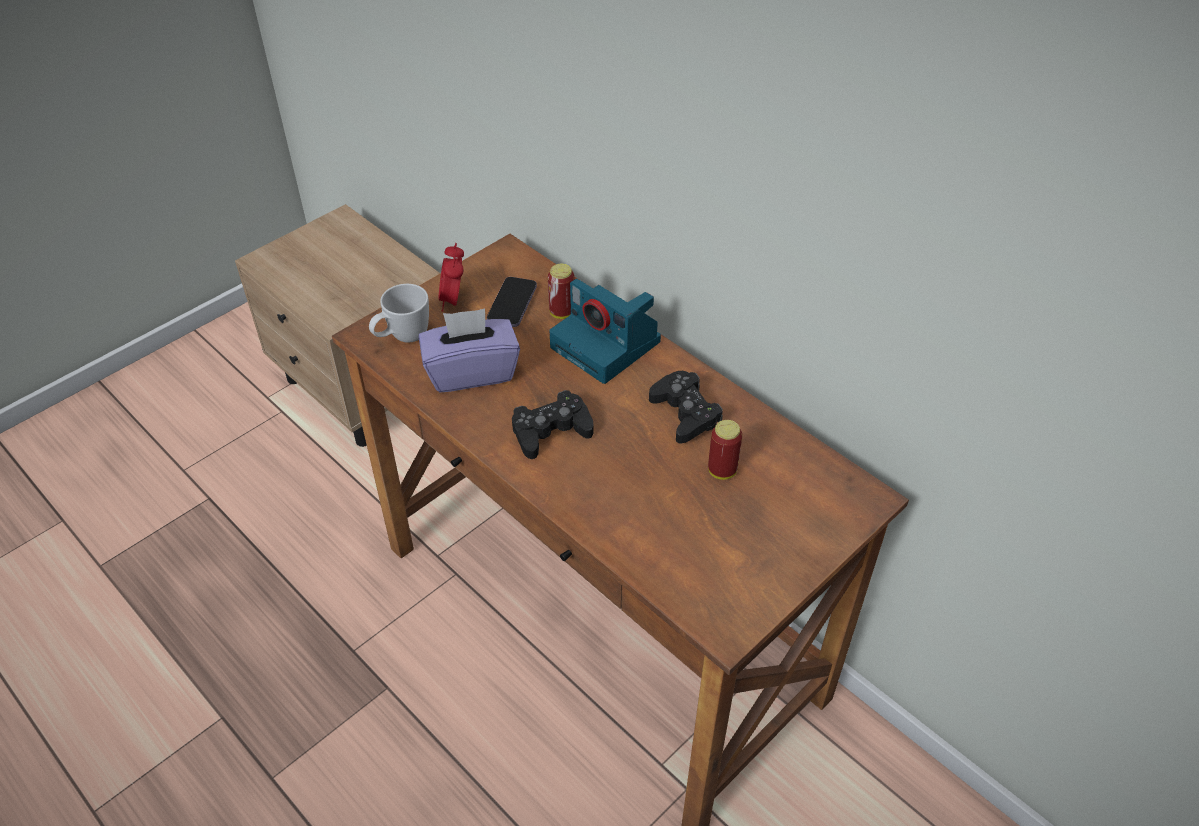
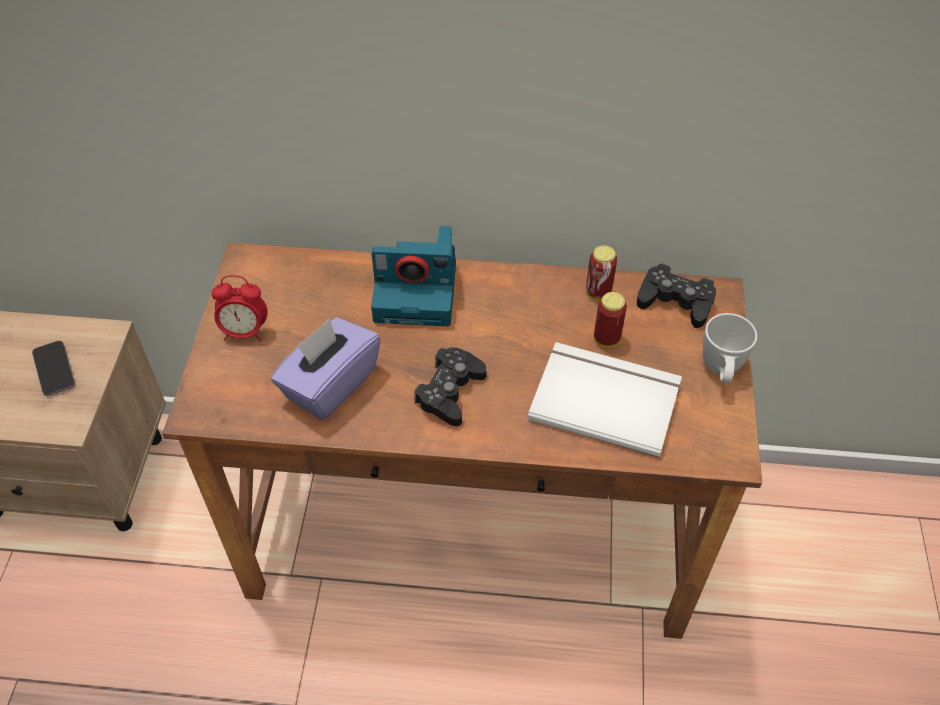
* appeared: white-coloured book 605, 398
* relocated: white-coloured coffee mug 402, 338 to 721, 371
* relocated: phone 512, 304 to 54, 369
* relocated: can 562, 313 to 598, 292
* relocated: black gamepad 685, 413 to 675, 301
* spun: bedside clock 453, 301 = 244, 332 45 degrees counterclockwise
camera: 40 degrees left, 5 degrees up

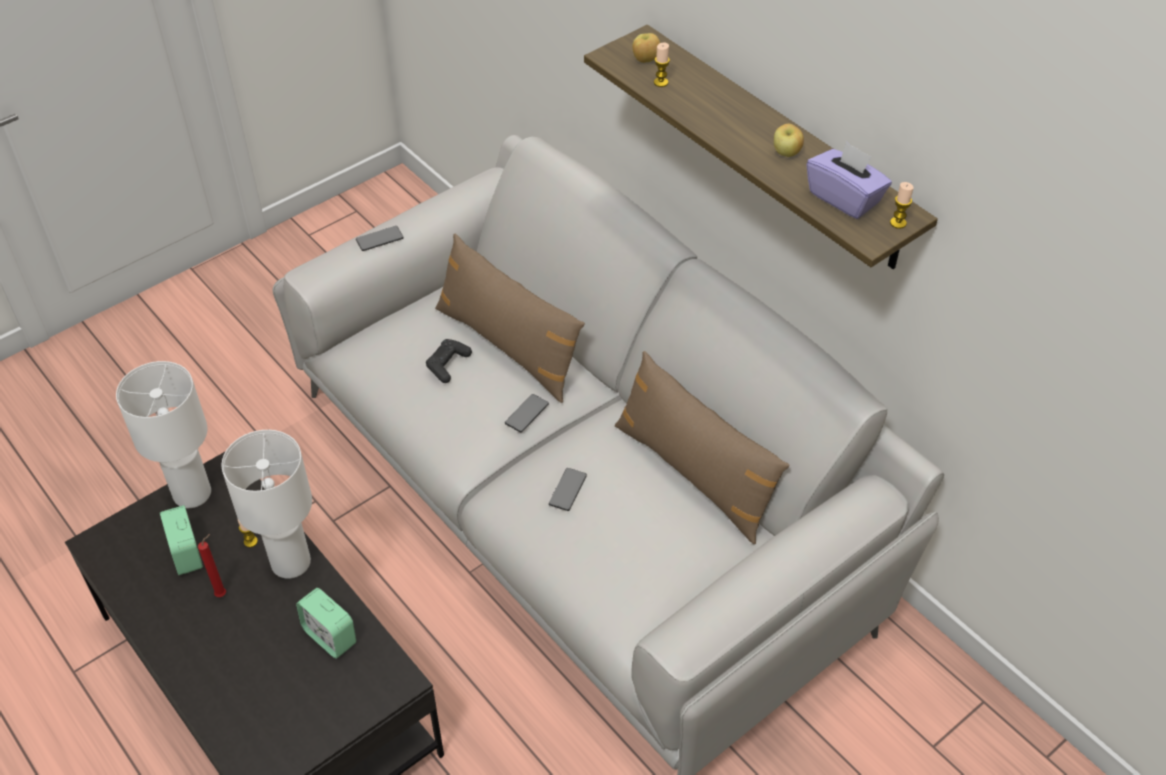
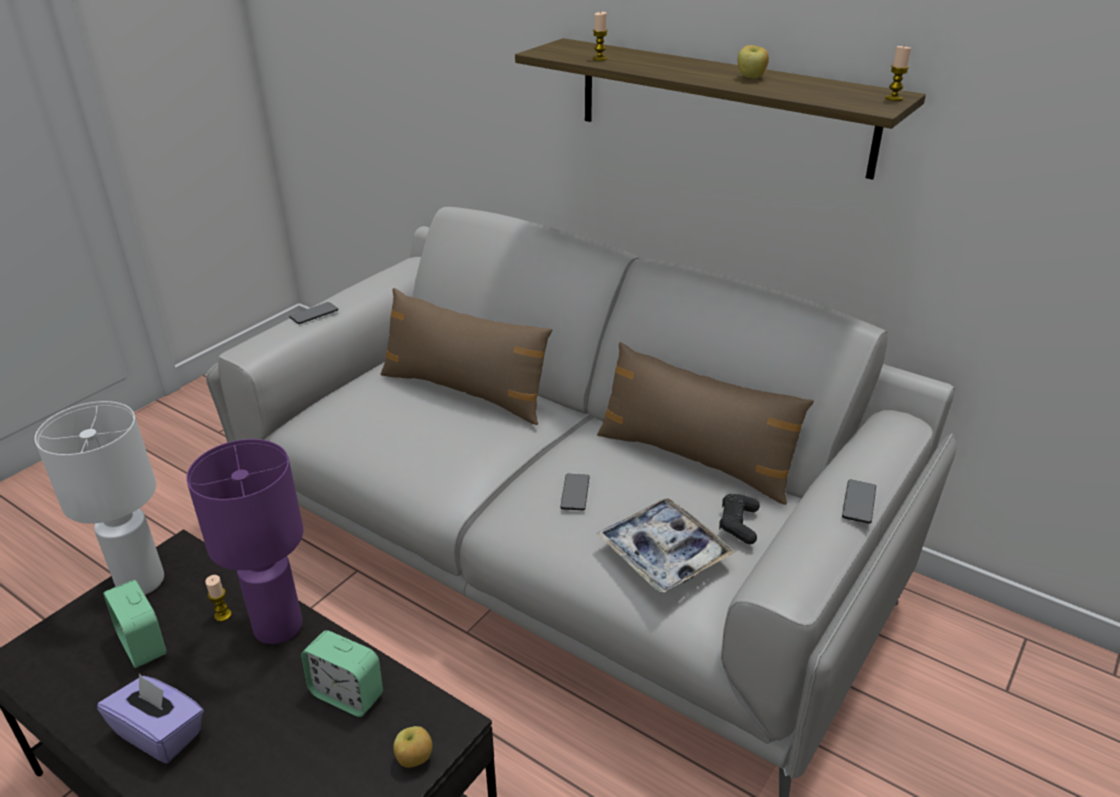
* missing: red wax light 223, 594
* appeared: tray 663, 553
* relocated: black gamepad 448, 364 to 738, 524
* relocated: phone 526, 414 to 859, 502
* relocated: apple fruit 645, 60 to 414, 760
* relocated: purple-coloured tissue box 844, 198 to 160, 733
* colour: white-coloured lamp for a table 290, 562 to purple-coloured lamp for a table 277, 626
camera: 15 degrees left, 15 degrees down

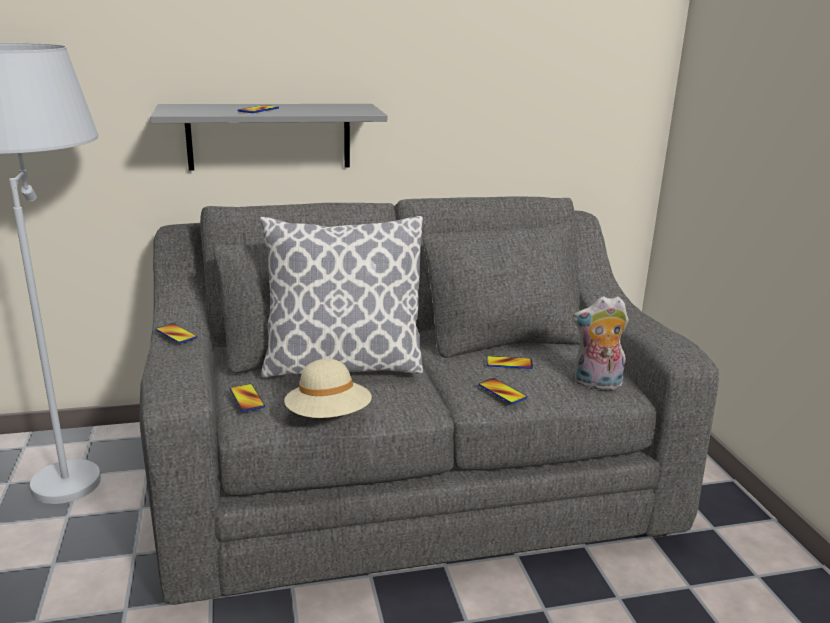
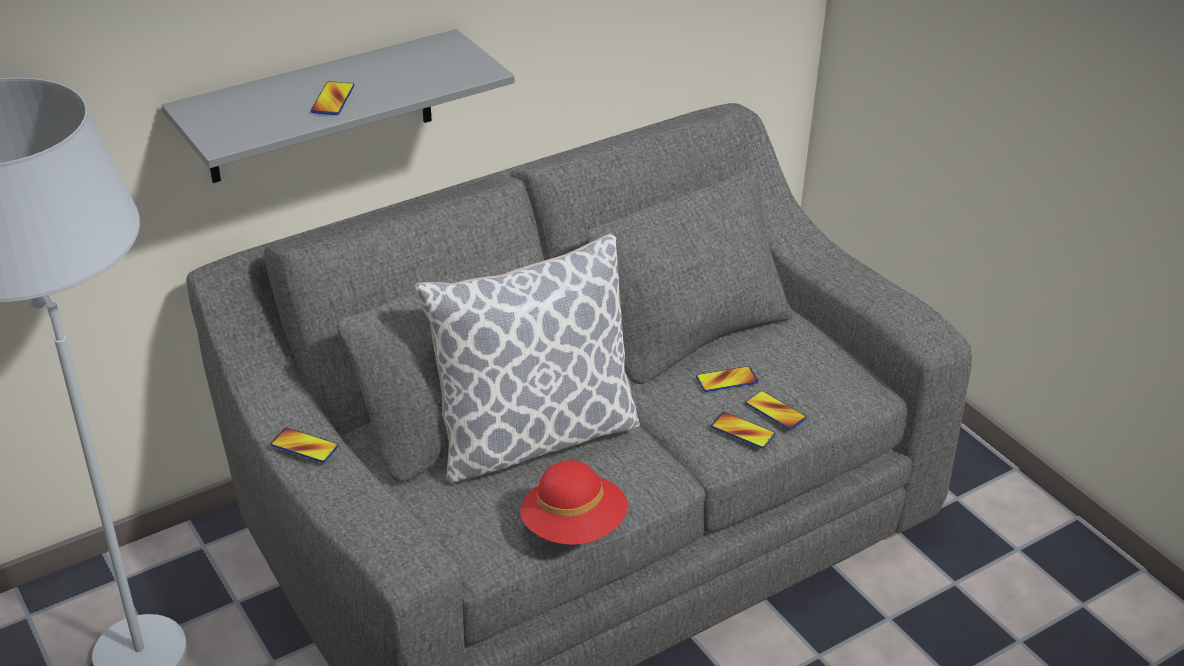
* missing: cuddly toy 596, 384
* relocated: phone 247, 398 to 775, 411
* colour: sand-coloured clothing hat 328, 417 to red clothing hat 574, 527
camera: 20 degrees left, 15 degrees up

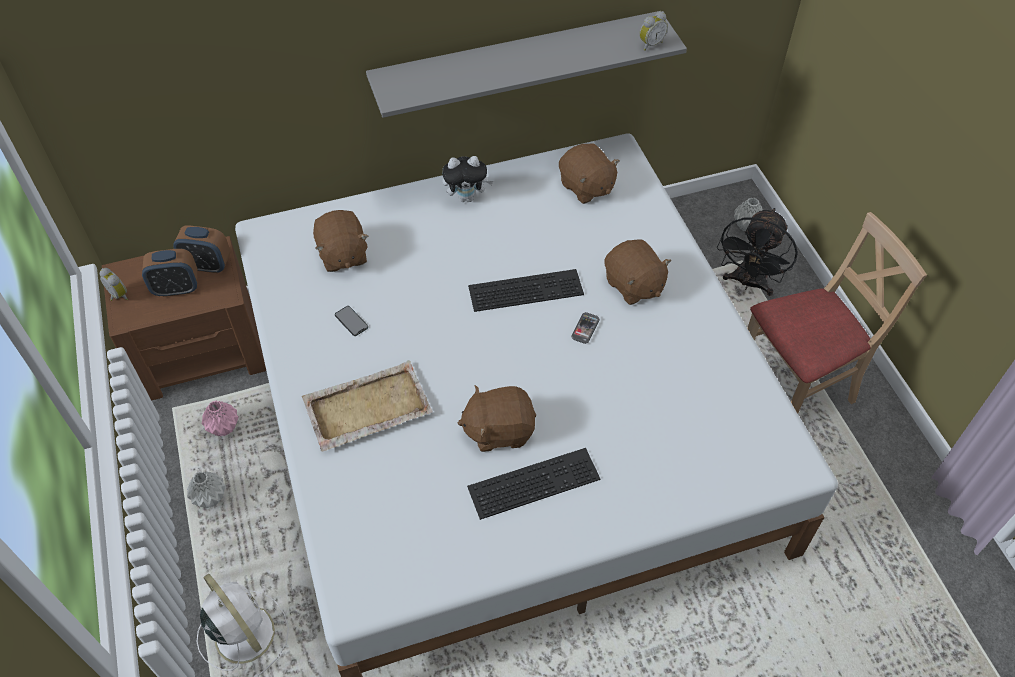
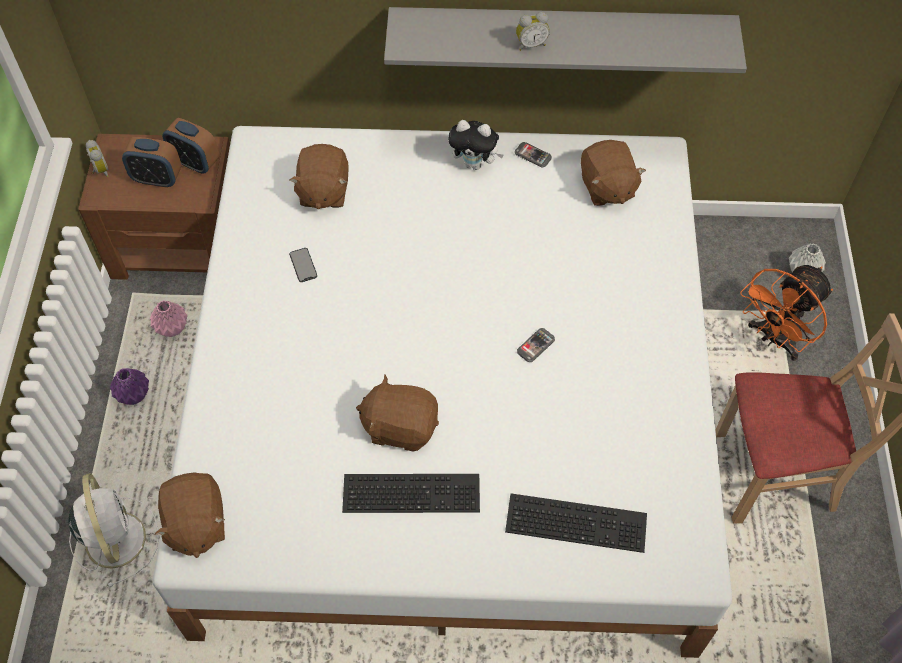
* missing: sand-coloured tray 366, 408
* appeared: phone 533, 155
* relocated: keyboard 526, 288 to 578, 520
* relocated: brown cuddly toy 633, 285 to 196, 524
* relocated: bedside clock 650, 44 to 531, 44
* colour: greyish decorative vase 210, 497 to purple-coloured decorative vase 134, 395
* colour: black fan 748, 283 to orange fan 774, 339
camera: 20 degrees right, 5 degrees up

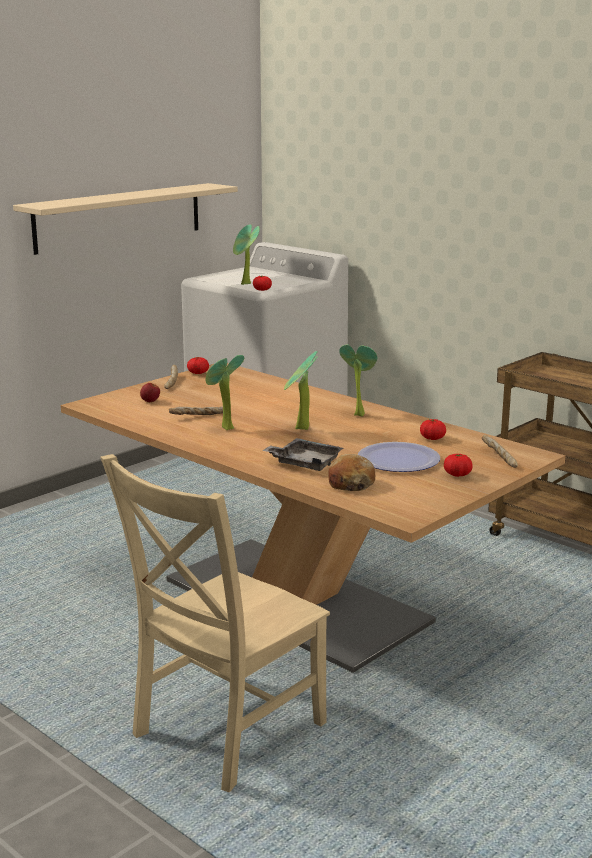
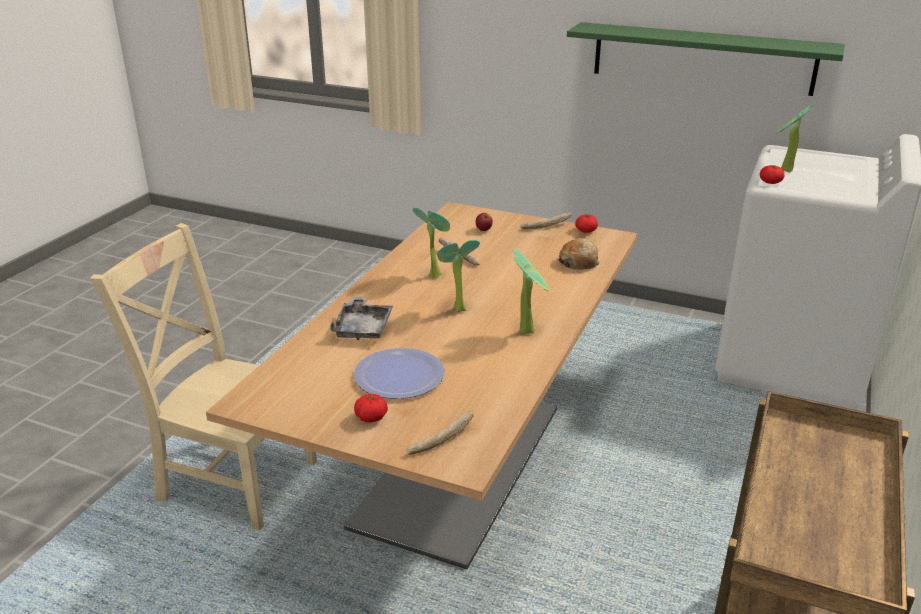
* missing: tomato 432, 438
* relocated: bread 350, 483 to 579, 262
* colour: sand-coloured bracket shelf 119, 217 to green bracket shelf 702, 58
camera: 70 degrees right, 10 degrees up

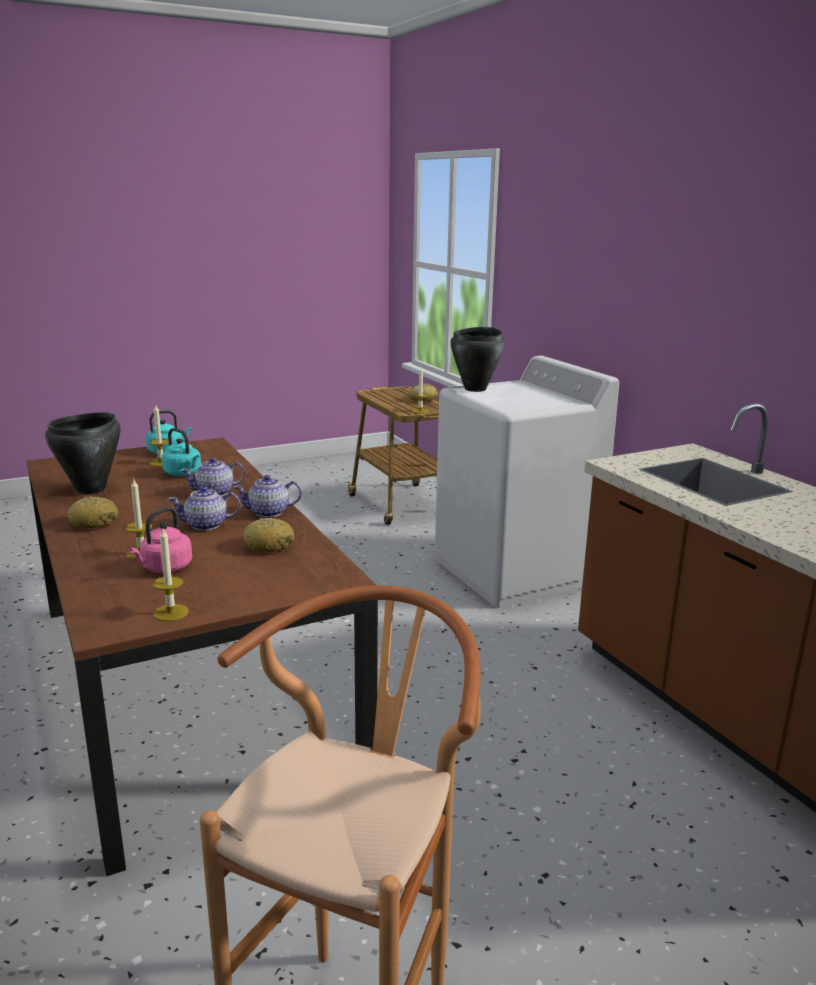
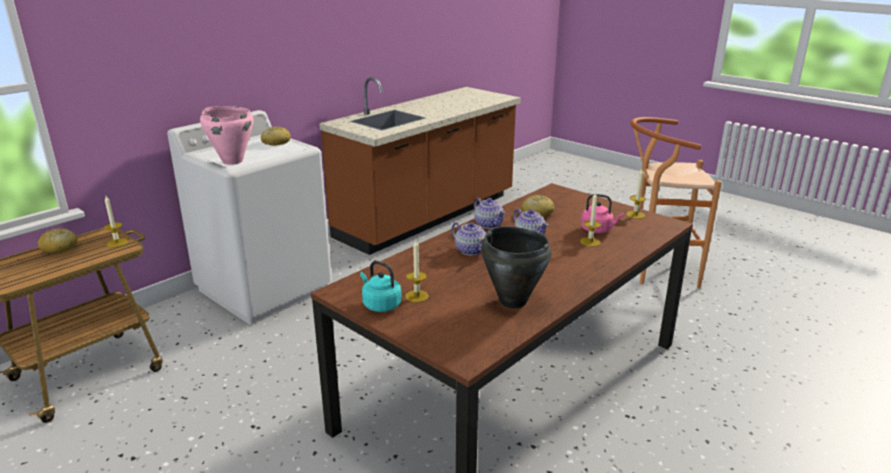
* missing: turquoise tea kettle 184, 473
* relocated: bread 94, 522 to 276, 142
* colour: black cooking pot 476, 389 to pinkish cooking pot 232, 161
camera: 110 degrees left, 5 degrees up

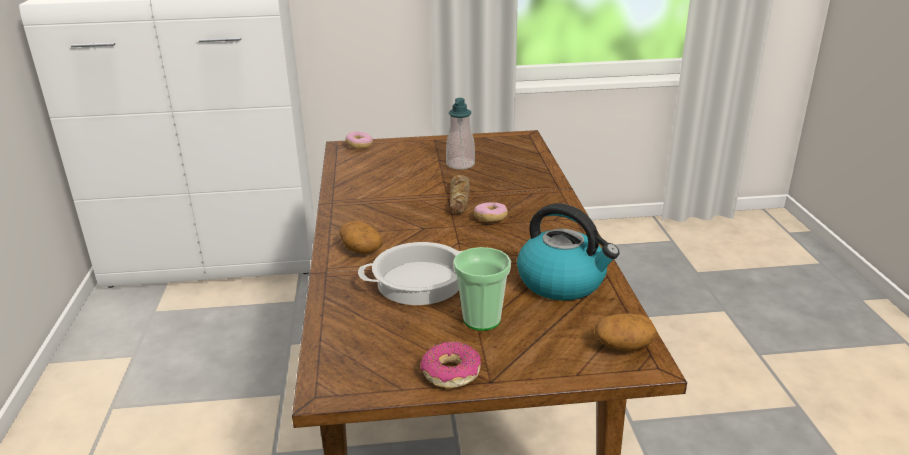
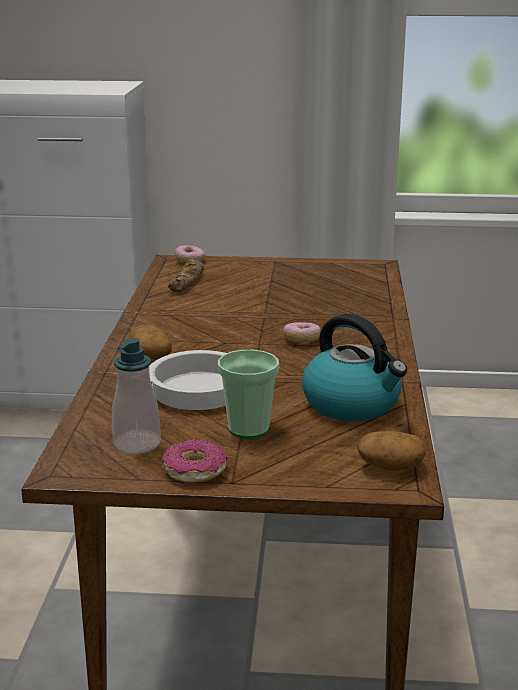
* relocated: soap bottle 460, 164 to 137, 443
* relocated: bread 460, 199 to 187, 281
camera: 10 degrees right, 5 degrees down

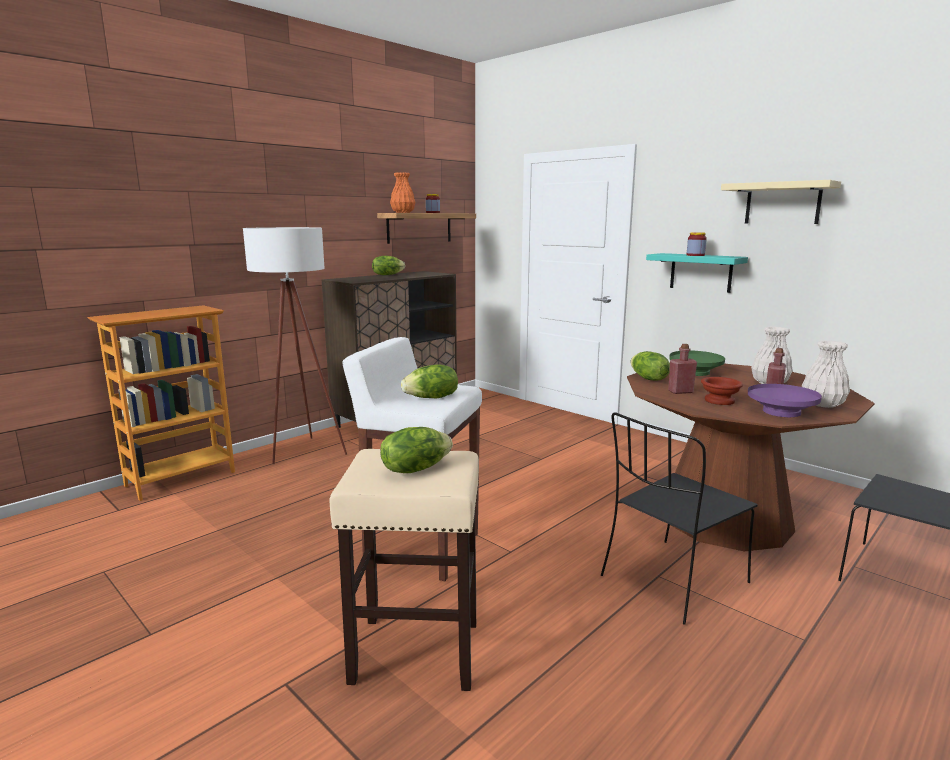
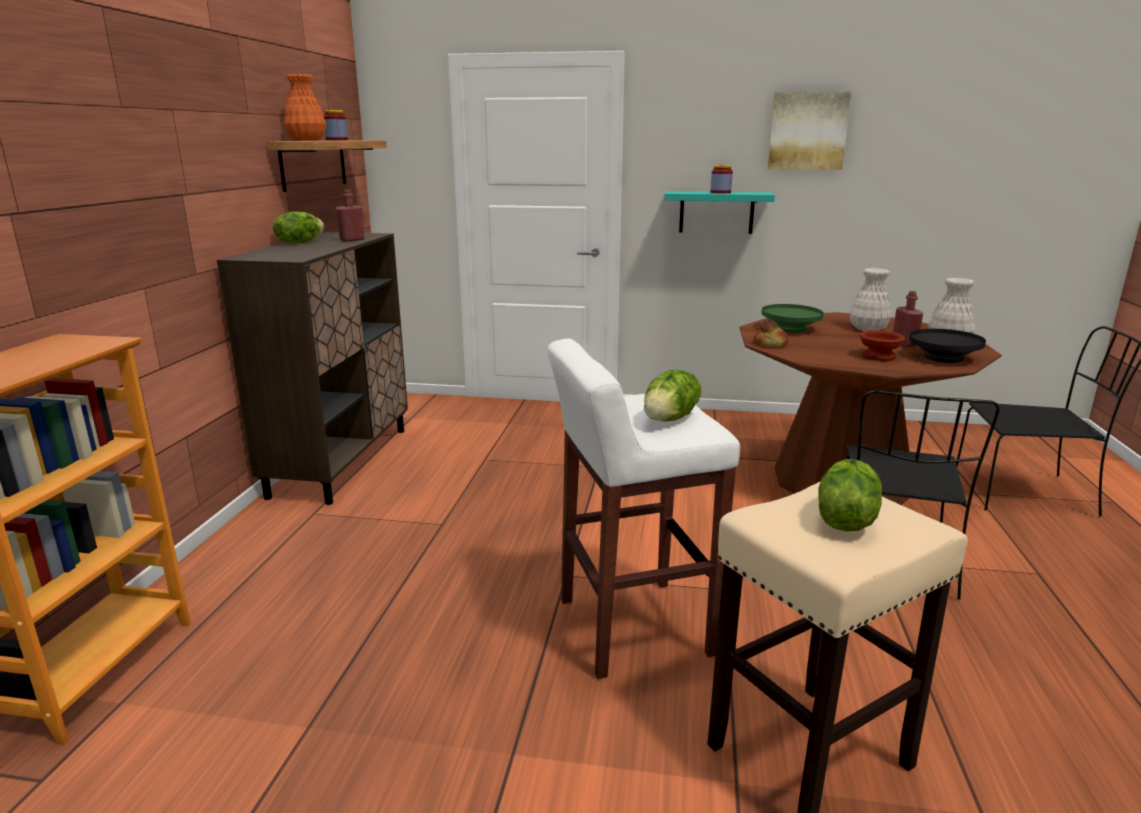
* missing: white-coloured standing lamp 302, 454
* relocated: red beverage bottle 680, 391 to 352, 240
* exchanged: lettuce 648, 379 to bread 770, 344
* exchanged: sand-coloured bracket shelf 782, 203 to wall art 807, 131
* colour: purple-coloured serving bowl 780, 412 to black serving bowl 943, 358
camera: 35 degrees left, 5 degrees up

